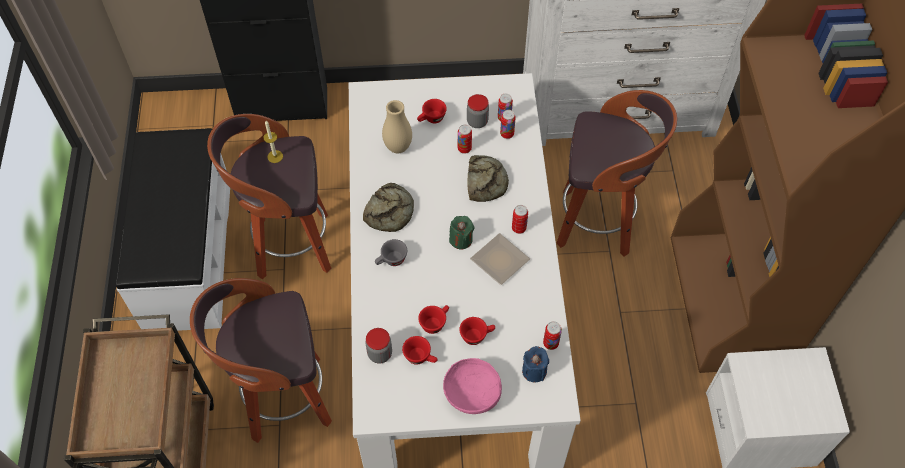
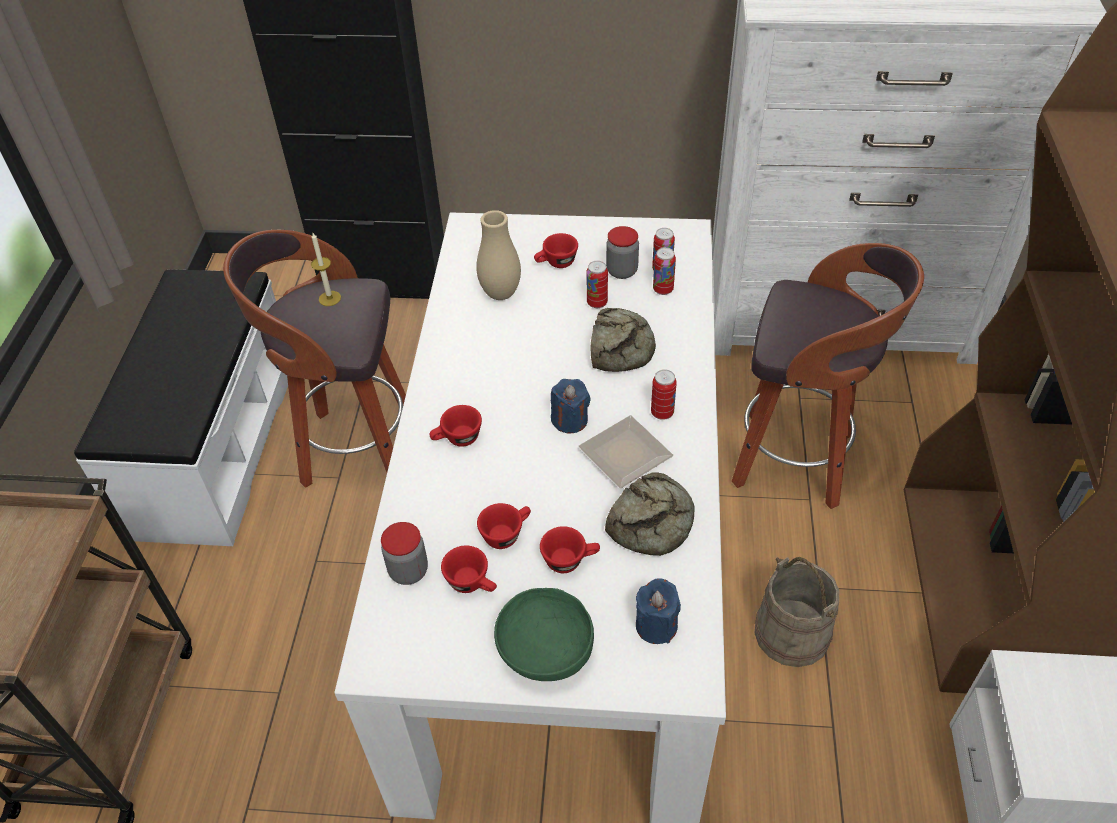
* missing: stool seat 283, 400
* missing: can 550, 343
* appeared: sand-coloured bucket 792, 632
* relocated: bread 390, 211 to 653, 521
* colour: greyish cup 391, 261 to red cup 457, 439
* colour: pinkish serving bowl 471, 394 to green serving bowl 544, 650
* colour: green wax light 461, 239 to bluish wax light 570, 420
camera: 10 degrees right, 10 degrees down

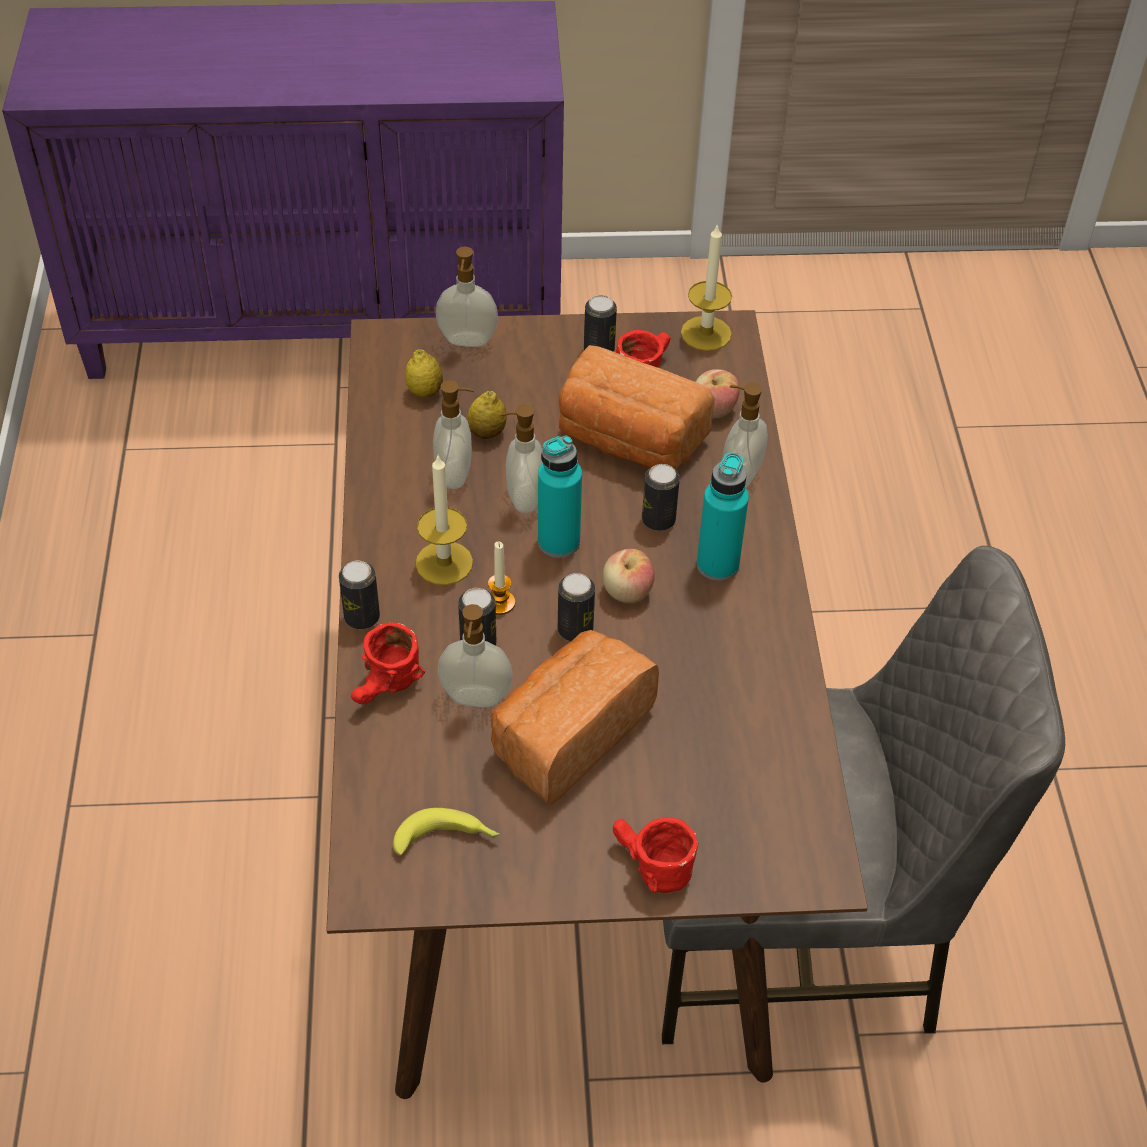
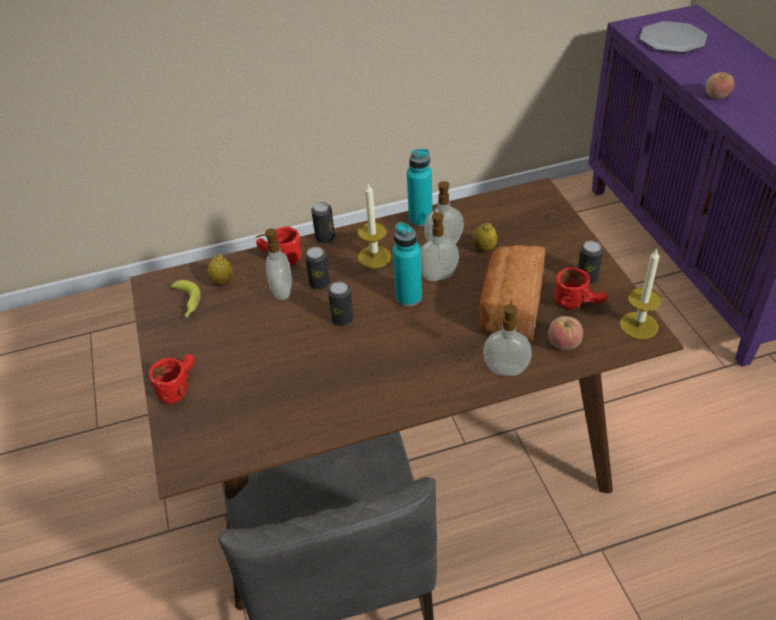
* missing: soap bottle 467, 341
* missing: wax light 500, 603
* missing: bread 568, 735
* missing: can 658, 520
* appeared: dinner plate 672, 39
* relocated: lemon 424, 392 to 222, 282
* relocated: apple fruit 627, 592 to 716, 96
* relocated: turquoise beverage bottle 717, 565 to 420, 219
camera: 80 degrees right, 5 degrees down

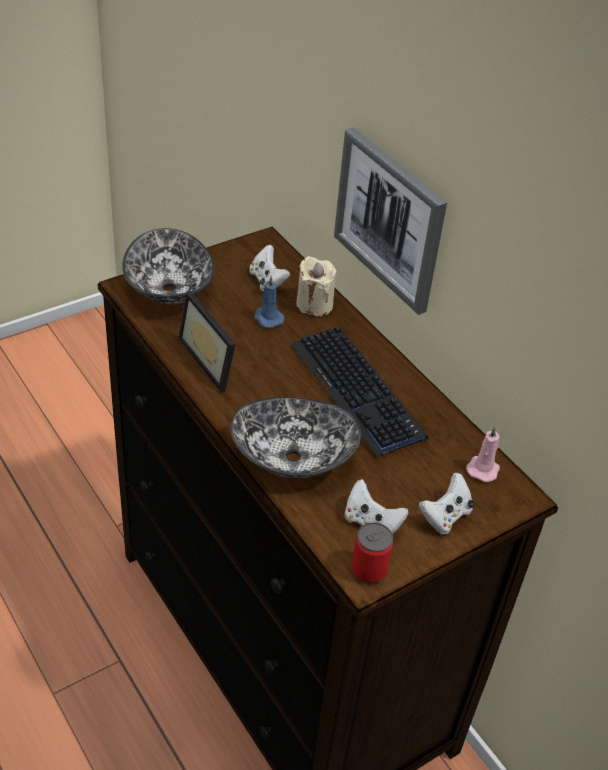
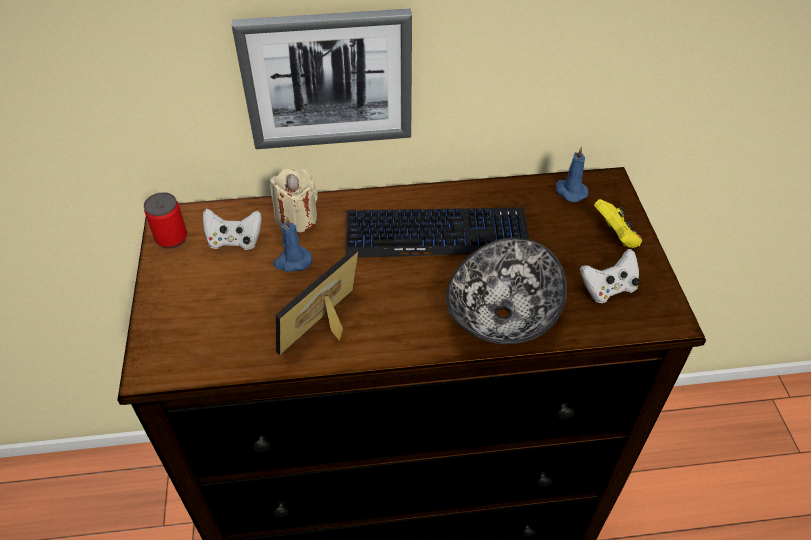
* missing: serving bowl 170, 289
* relocated: can 369, 570 to 171, 238
* colour: white-coloured gamepad 445, 516 to yellowish gamepad 616, 236
* colour: pinkish wax light 483, 468 to bluish wax light 570, 191
* spun: picture frame 214, 359 = 328, 329 135 degrees clockwise
camera: 60 degrees left, 5 degrees up

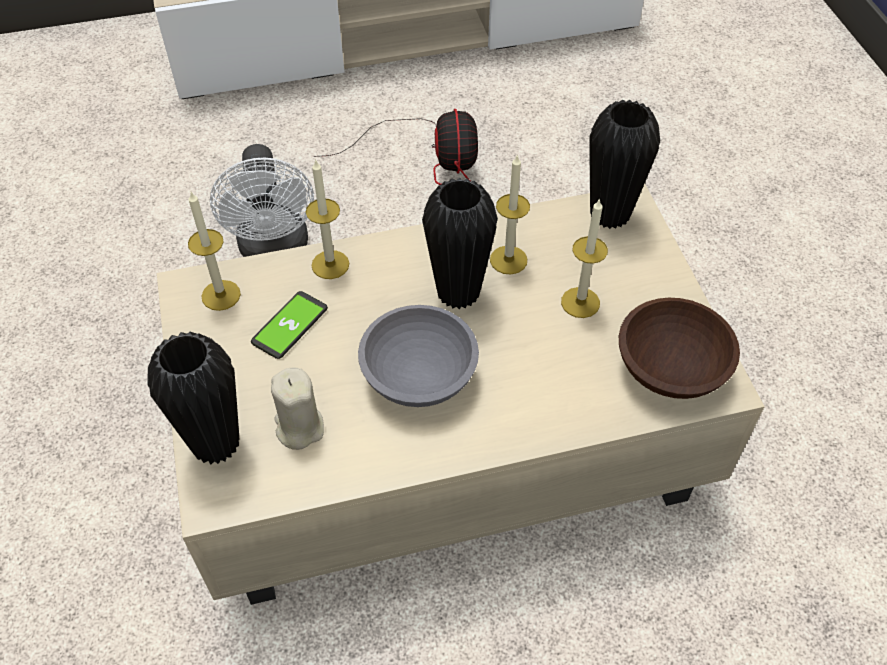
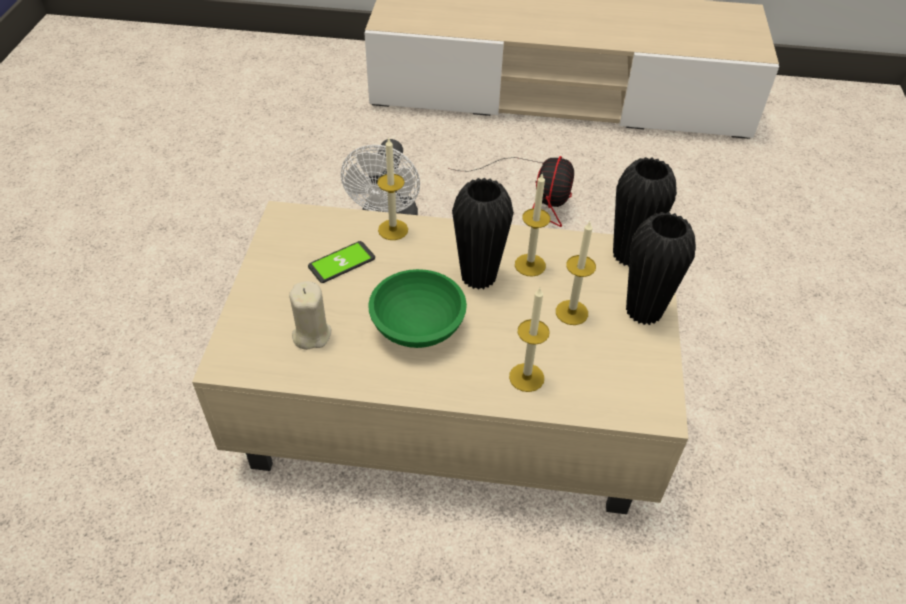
* missing: brown serving bowl 673, 368
* relocated: black decorative vase 215, 444 to 643, 311
* relocated: wax light 221, 295 to 526, 377
* colour: greyish serving bowl 418, 374 to green serving bowl 418, 325
camera: 20 degrees right, 5 degrees down

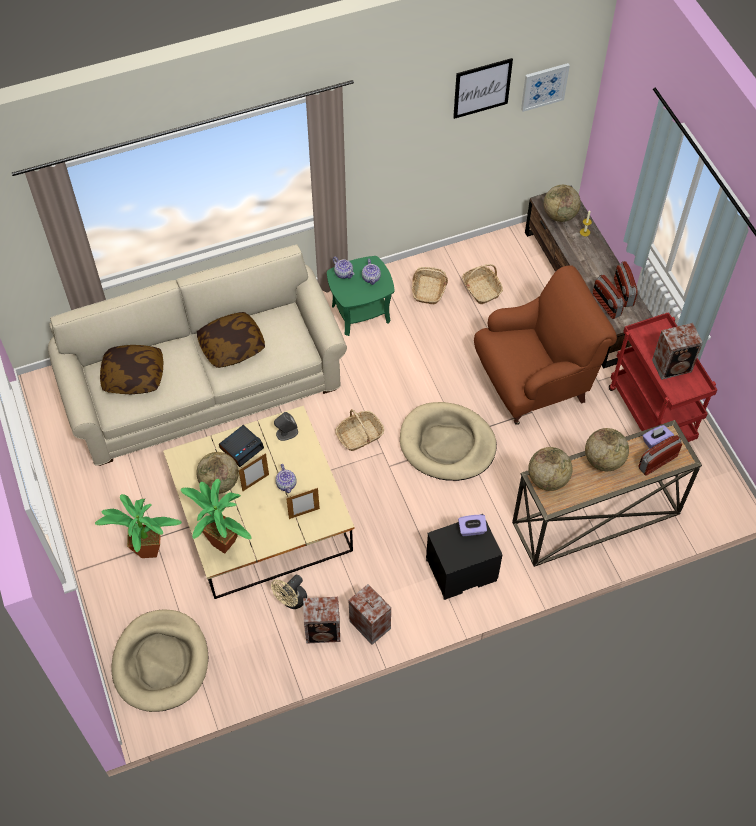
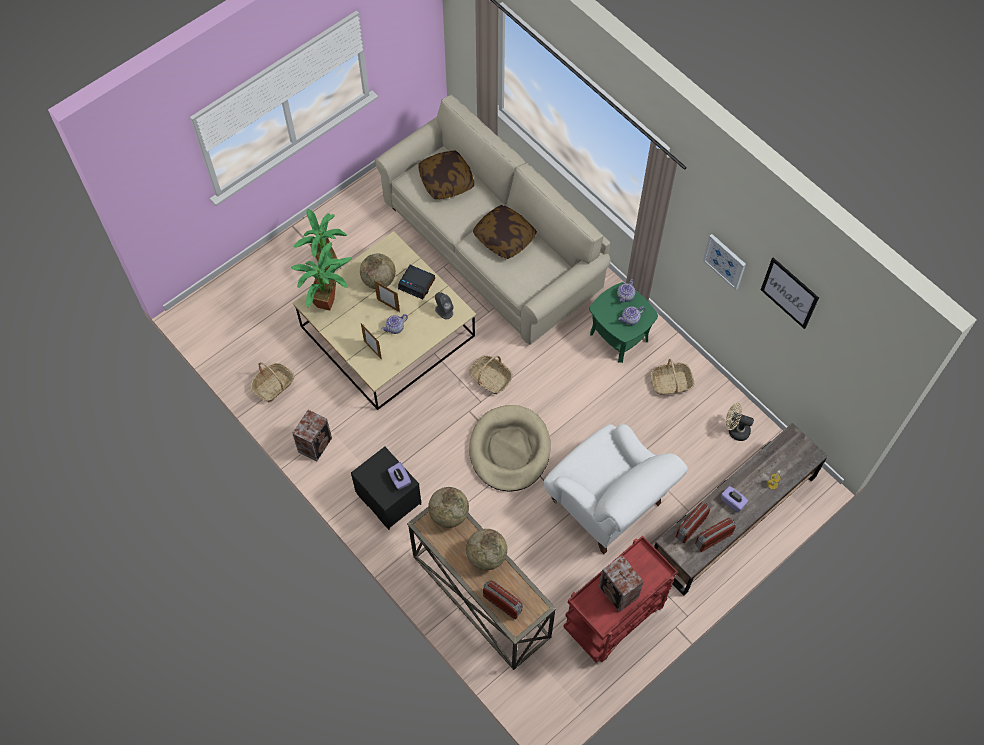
* missing: sand-coloured pet bed 161, 662
* missing: speaker 324, 631
* missing: world globe 559, 215
* relocated: sand-coloured fan 291, 601 to 735, 430
* relocated: basket 481, 289 to 273, 385
* relocated: wall art 544, 86 to 725, 261
* relocated: purple-coloured tissue box 655, 441 to 733, 501
* colour: brown lounge chair 535, 382 to white-coloured lounge chair 607, 504
camera: 70 degrees right, 5 degrees up

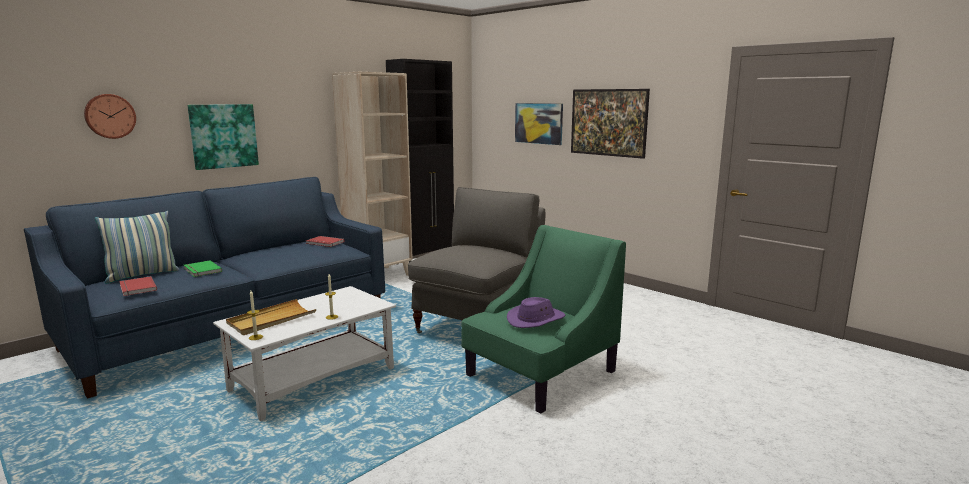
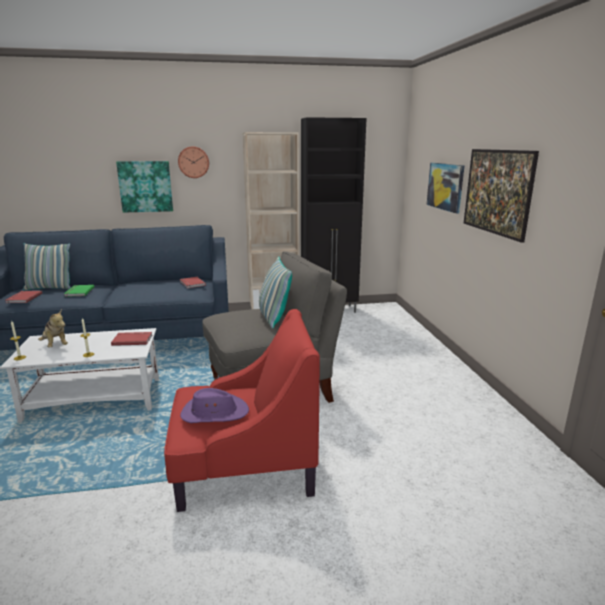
* appeared: red book 132, 339
* appeared: pillow 273, 318
* relocated: wall clock 110, 116 to 193, 162
* exchanged: sand-coloured tray 271, 320 to cuddly toy 55, 345
* colour: green lounge chair 540, 373 to red lounge chair 243, 466
camera: 35 degrees right, 5 degrees up

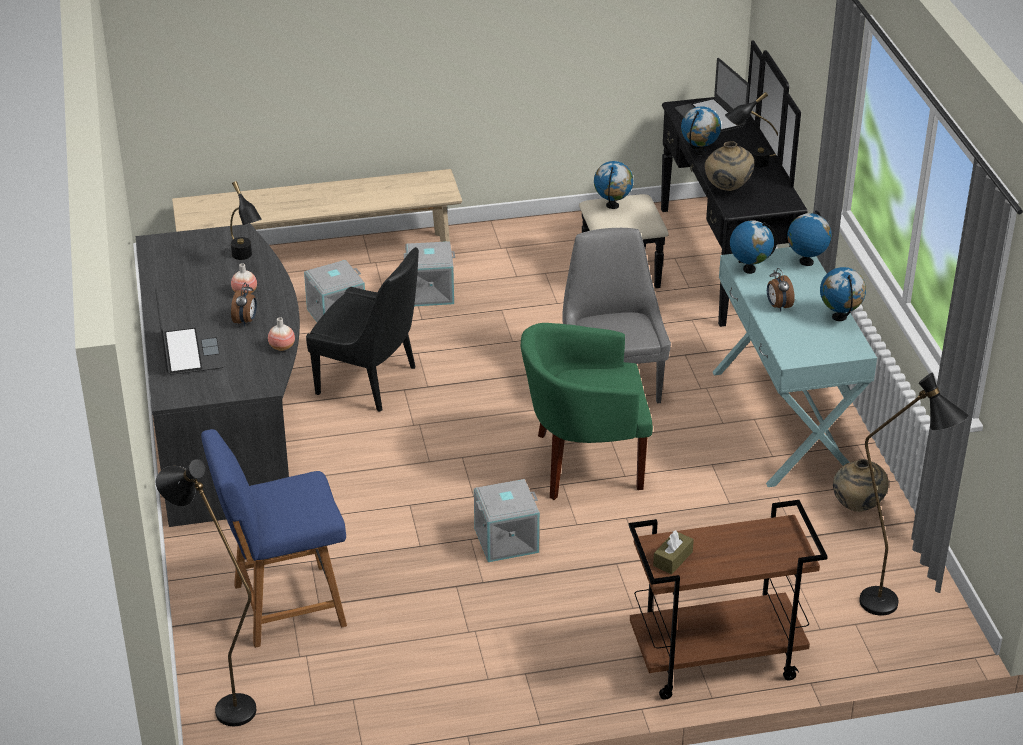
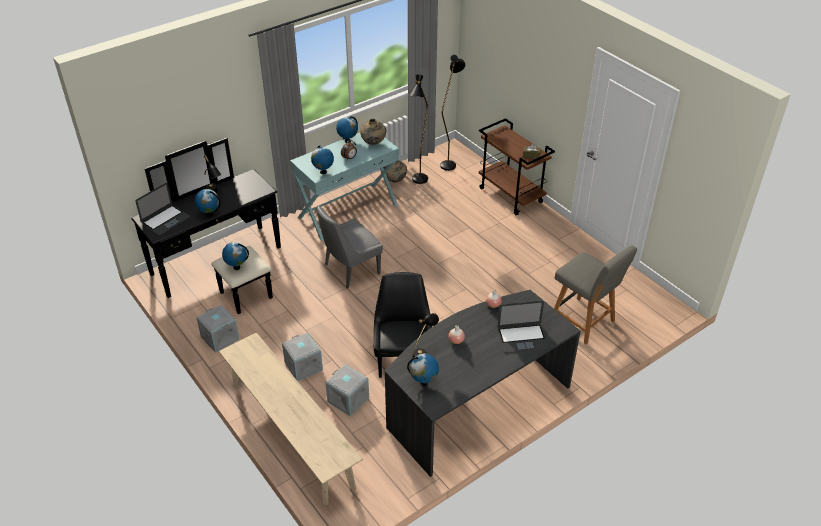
* missing: bedside clock 246, 321
* missing: green lounge chair 584, 463
* relocated: black standing lamp 224, 704 to 419, 182
* relocated: greyish storage container 506, 539 to 219, 338
* relocated: sand-coloured decorative vase 727, 189 to 373, 143
* relocated: world globe 806, 262 to 423, 382
* colour: bluish upright chair 284, 606 to greyish upright chair 584, 322
* spun: portable computer 192, 350 = 522, 338 150 degrees counterclockwise
camera: 115 degrees left, 5 degrees up

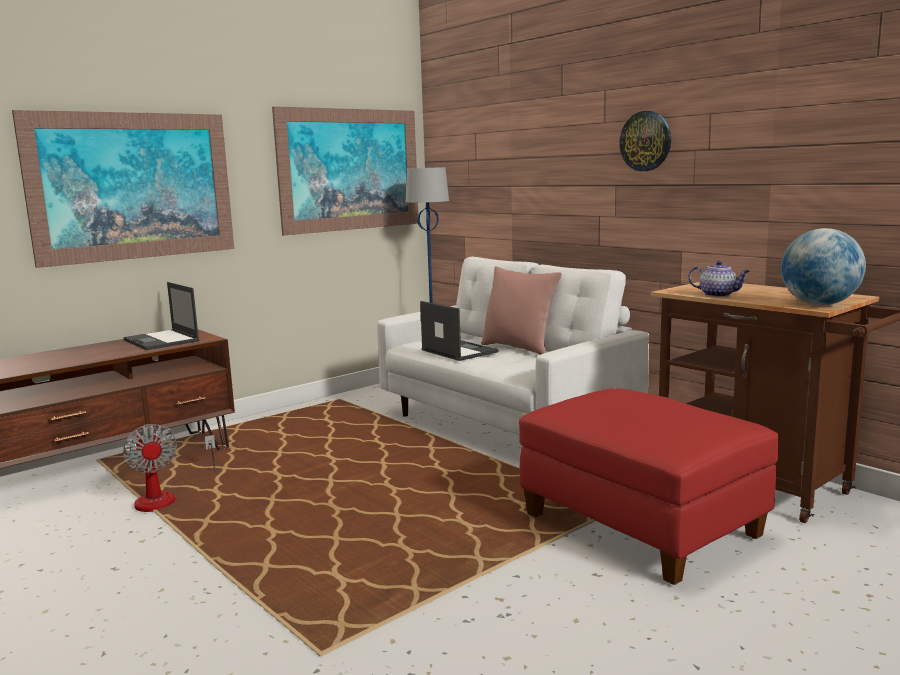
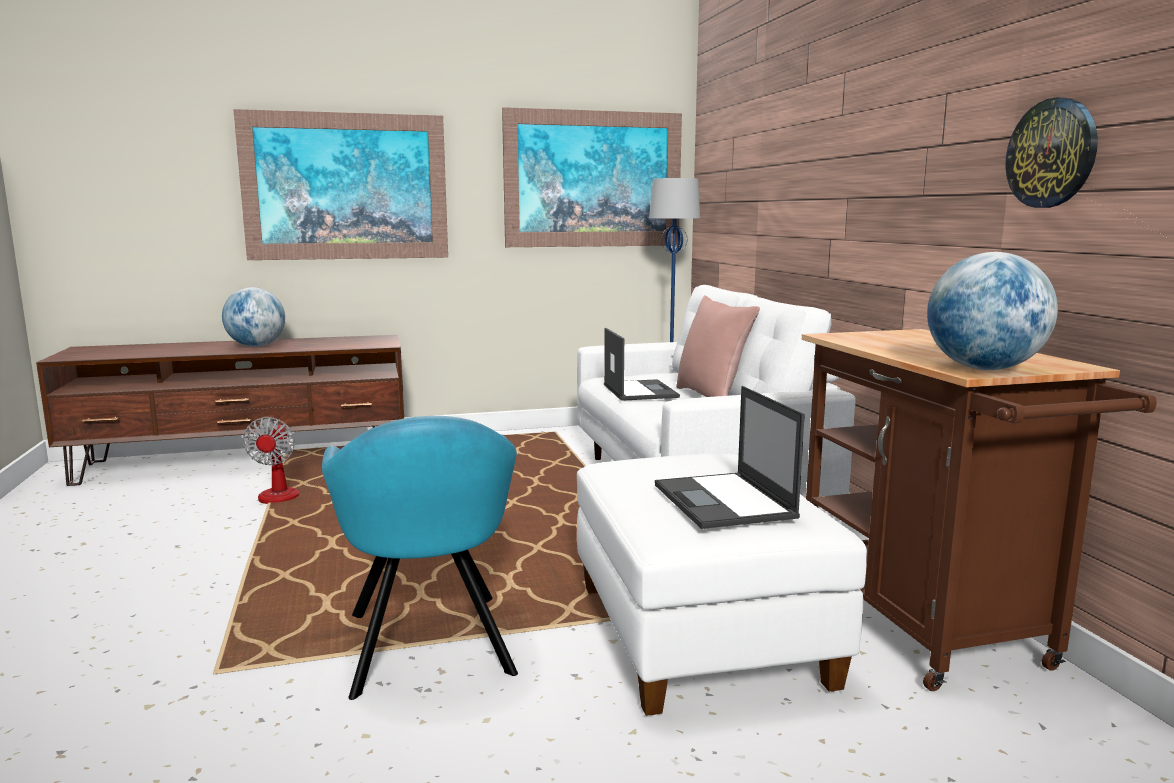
* missing: tea pot 718, 295
* appeared: world globe 256, 346
* appeared: turquoise lounge chair 429, 648
* relocated: portable computer 162, 340 to 724, 501
* relocated: wall clock 646, 141 to 1052, 153
* colour: red footrest 641, 526 to white-coloured footrest 701, 636
camera: 25 degrees right, 0 degrees up

